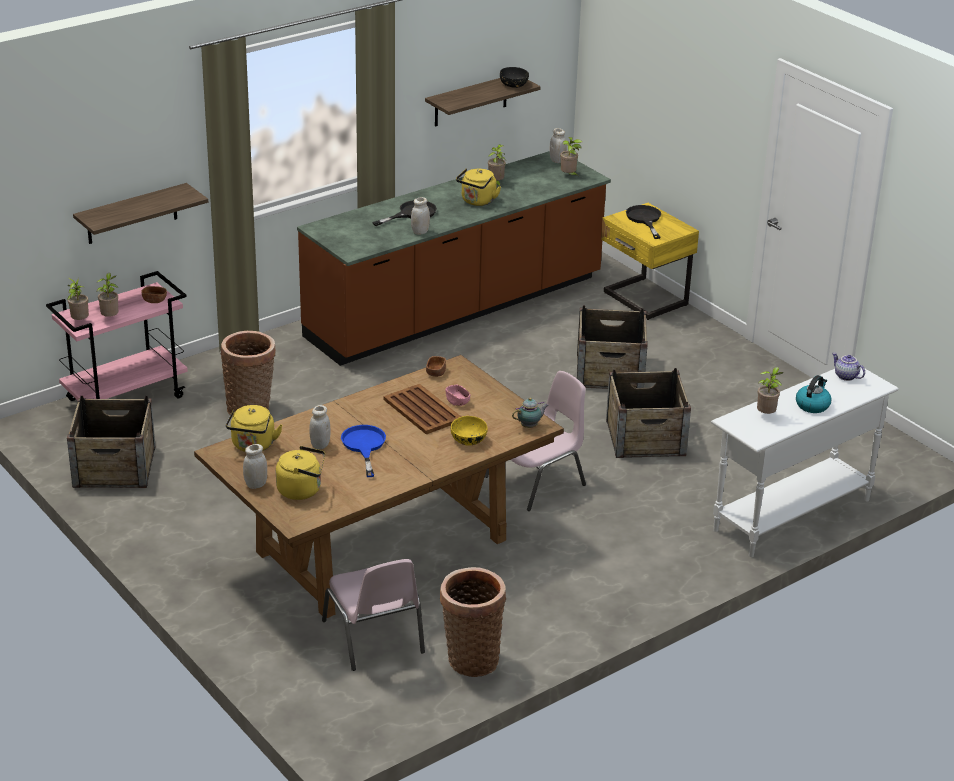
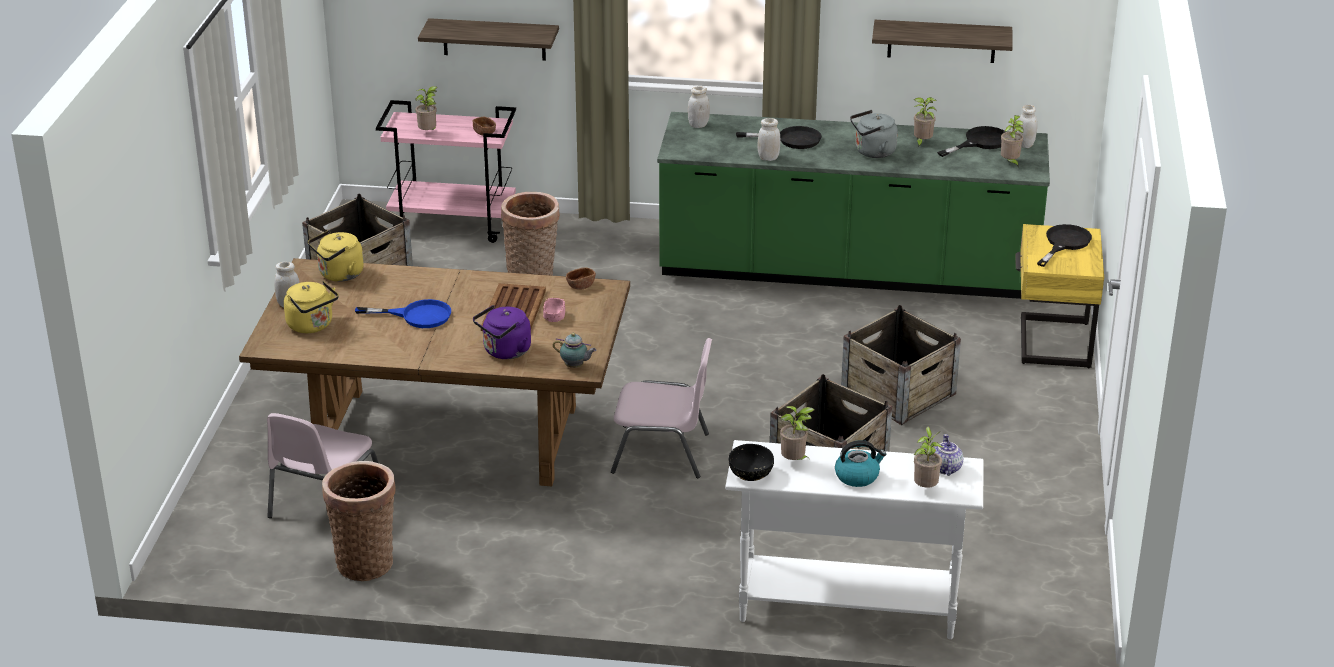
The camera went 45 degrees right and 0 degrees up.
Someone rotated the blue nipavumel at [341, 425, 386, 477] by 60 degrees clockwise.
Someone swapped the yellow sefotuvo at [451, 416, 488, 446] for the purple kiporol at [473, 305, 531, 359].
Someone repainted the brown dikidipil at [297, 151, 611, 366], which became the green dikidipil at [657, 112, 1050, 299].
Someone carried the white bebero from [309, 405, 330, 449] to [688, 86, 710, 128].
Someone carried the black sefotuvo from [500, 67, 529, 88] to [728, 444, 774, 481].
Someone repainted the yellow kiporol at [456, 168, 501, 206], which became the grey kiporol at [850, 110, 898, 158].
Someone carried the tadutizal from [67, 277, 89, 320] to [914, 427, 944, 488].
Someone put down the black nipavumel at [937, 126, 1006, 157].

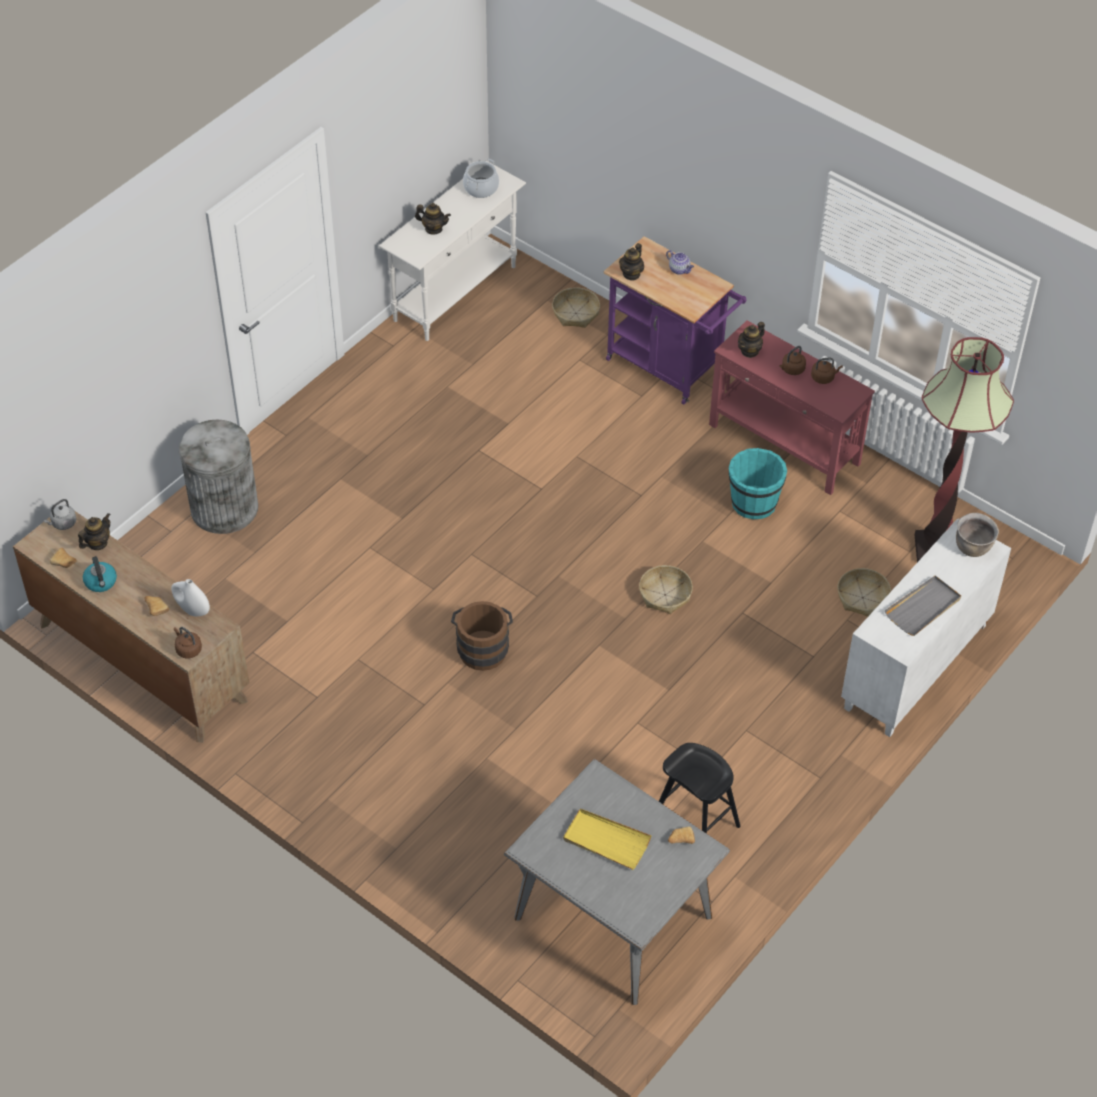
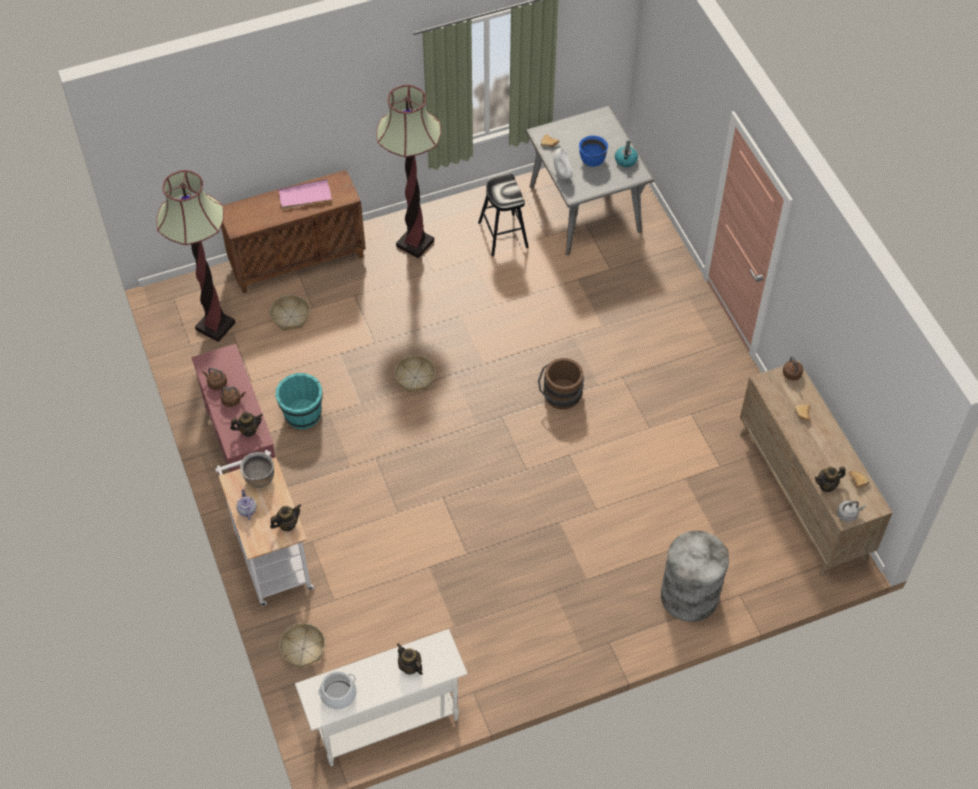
The camera went 150 degrees left and 5 degrees up.
Someone repainted the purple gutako at [604, 236, 746, 404], which became the white gutako at [215, 450, 314, 606].
Someone repainted the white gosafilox at [841, 518, 1011, 737], which became the brown gosafilox at [221, 170, 366, 294].
Someone carried the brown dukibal from [956, 513, 999, 557] to [240, 452, 274, 488].
Someone repainted the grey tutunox at [885, 576, 961, 636], which became the pink tutunox at [278, 178, 332, 209].
Someone put down the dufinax at [376, 85, 441, 258].
Someone carried the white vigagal from [171, 579, 210, 617] to [554, 148, 573, 179].
Someone swapped the yellow tutunox at [563, 809, 651, 870] for the blue dukibal at [579, 135, 608, 167].
Someone carried the kiporol from [83, 556, 117, 592] to [615, 140, 638, 167].

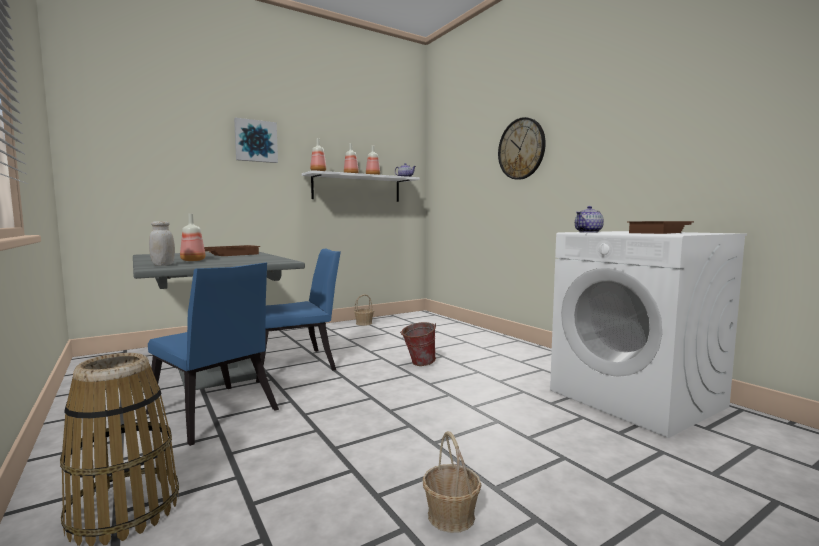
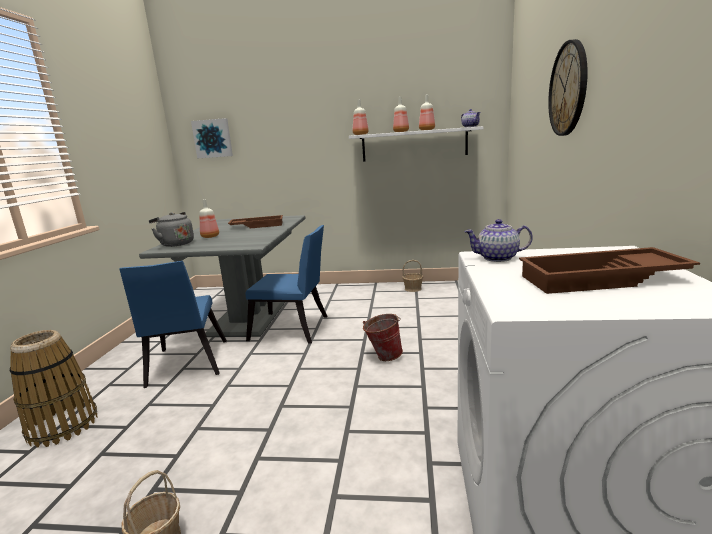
The camera went 40 degrees right and 10 degrees up.
Someone swapped the white bebero at [149, 221, 175, 266] for the grey kiporol at [149, 212, 194, 247].
Someone carried the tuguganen from [234, 118, 278, 163] to [191, 118, 233, 158].

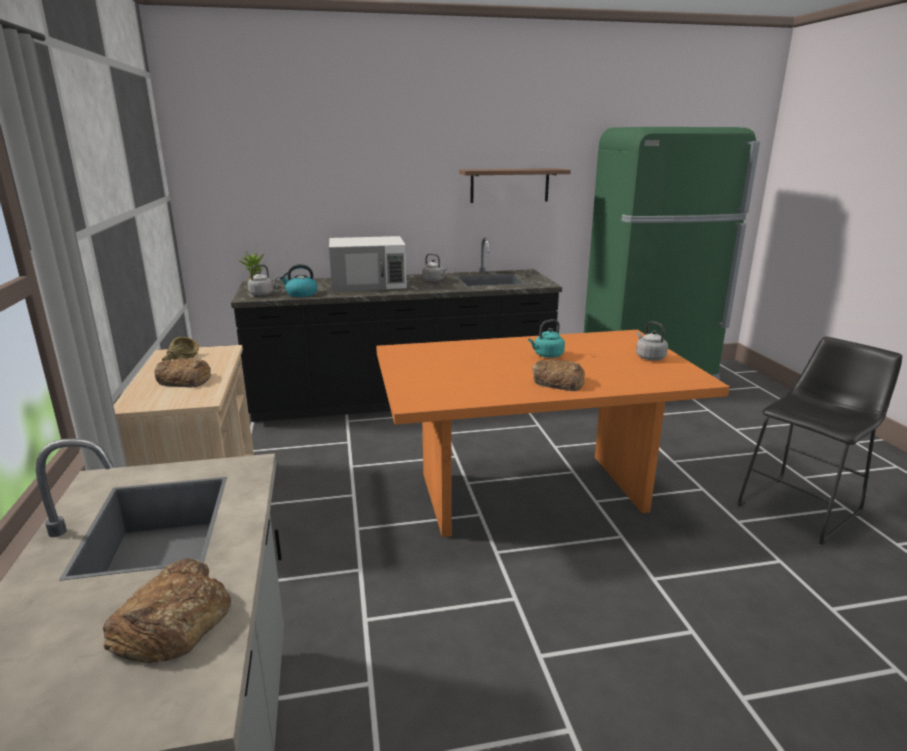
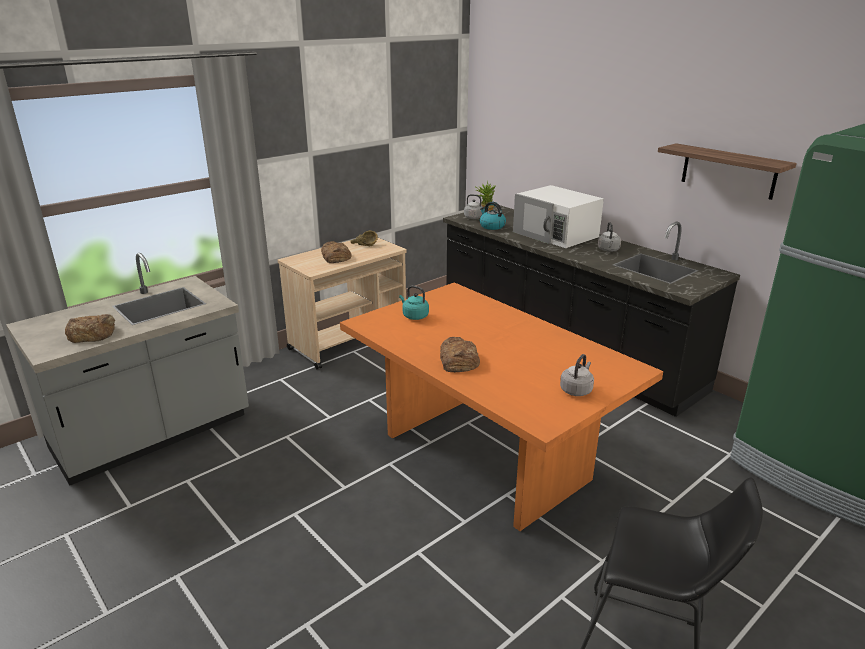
The camera went 60 degrees right and 5 degrees up.
Someone carried the turquoise kiporol from [528, 319, 565, 358] to [399, 286, 429, 320].

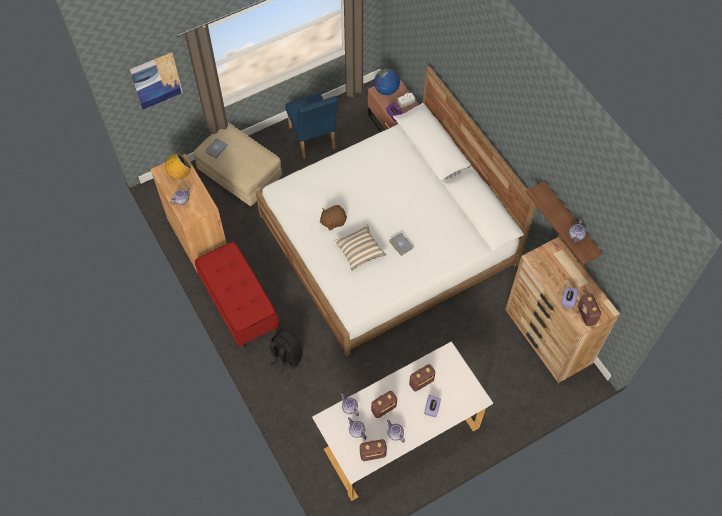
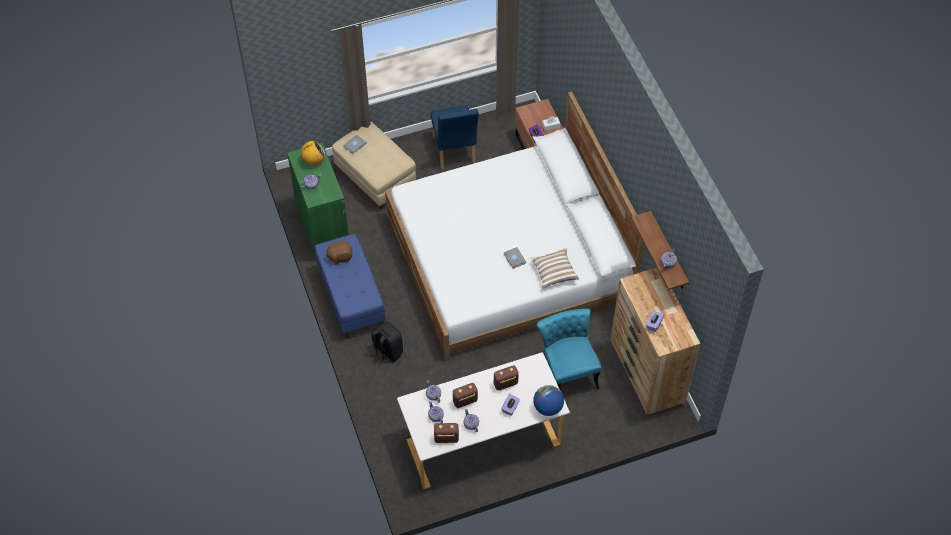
The camera went 10 degrees right and 5 degrees down.
Someone repainted the brown gosafilox at [151, 154, 227, 273], which became the green gosafilox at [287, 143, 349, 262].
Someone repainted the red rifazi at [195, 241, 279, 349], which became the blue rifazi at [315, 234, 386, 339].
Someone carried the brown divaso from [320, 205, 347, 230] to [325, 241, 353, 265].
Someone carried the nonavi from [334, 225, 386, 271] to [531, 248, 579, 289].
Someone carried the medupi from [374, 69, 400, 95] to [533, 385, 564, 416].
Someone put down the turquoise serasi at [537, 308, 602, 389].
Someone took away the tuguganen at [130, 52, 183, 109].
Someone took away the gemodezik at [578, 294, 603, 326].

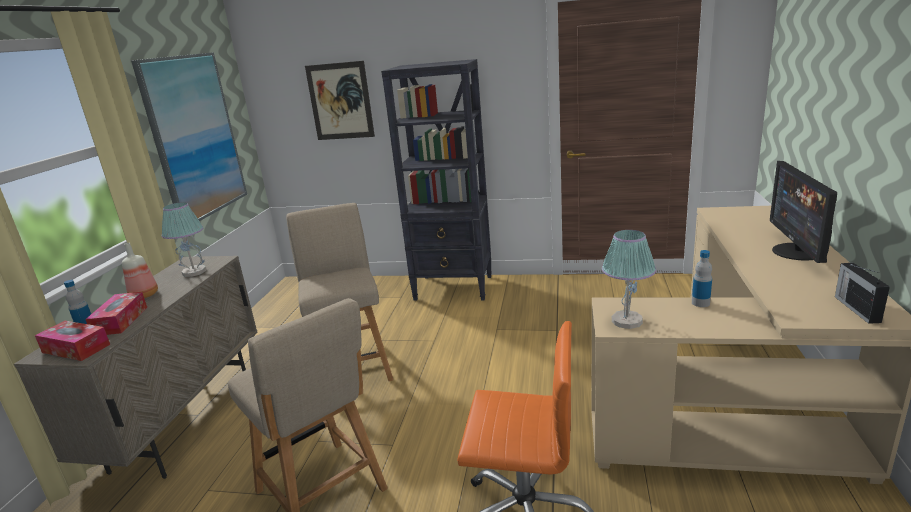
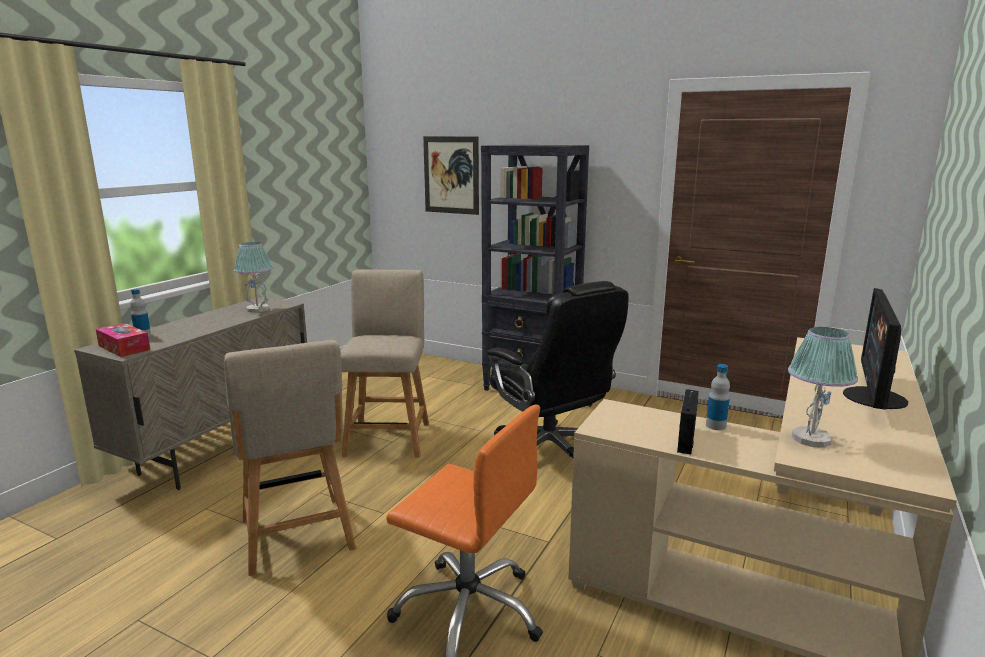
The camera went 15 degrees right and 5 degrees down.
Someone put down the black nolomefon at [487, 281, 629, 459].
Someone carried the gemodezik from [835, 263, 890, 324] to [677, 389, 699, 454].
Someone carried the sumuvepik from [602, 230, 656, 329] to [788, 327, 858, 448].
Someone took away the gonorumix at [85, 292, 147, 335].
Someone took away the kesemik at [122, 243, 158, 298].
Someone took away the tuguganen at [131, 52, 247, 221].

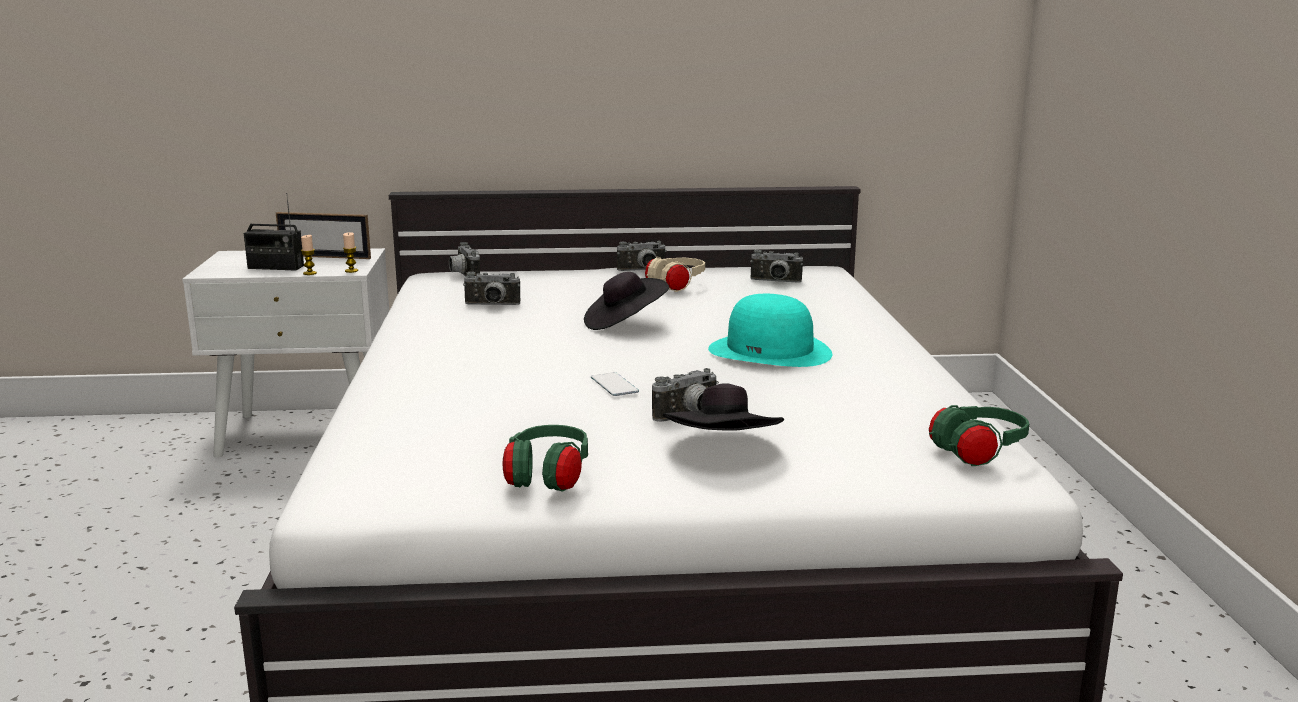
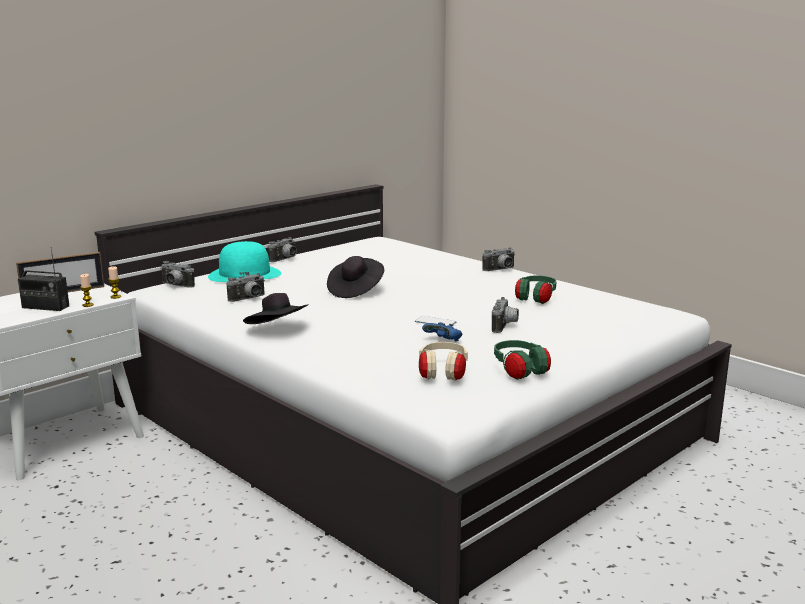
The camera went 40 degrees left and 0 degrees up.
Someone rotated the gemodezik at [244, 193, 304, 271] by 45 degrees clockwise.
Someone carried the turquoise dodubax from [708, 294, 832, 367] to [208, 241, 281, 282].
Someone carried the black dodubax from [663, 383, 784, 431] to [243, 293, 309, 324].
Someone carried the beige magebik from [645, 257, 705, 292] to [419, 342, 468, 381].
Someone put down the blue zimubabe at [422, 322, 463, 342].
Someone carried the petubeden from [750, 250, 803, 282] to [482, 247, 515, 271].
Someone carried the green magebik from [929, 405, 1029, 466] to [515, 276, 556, 304].

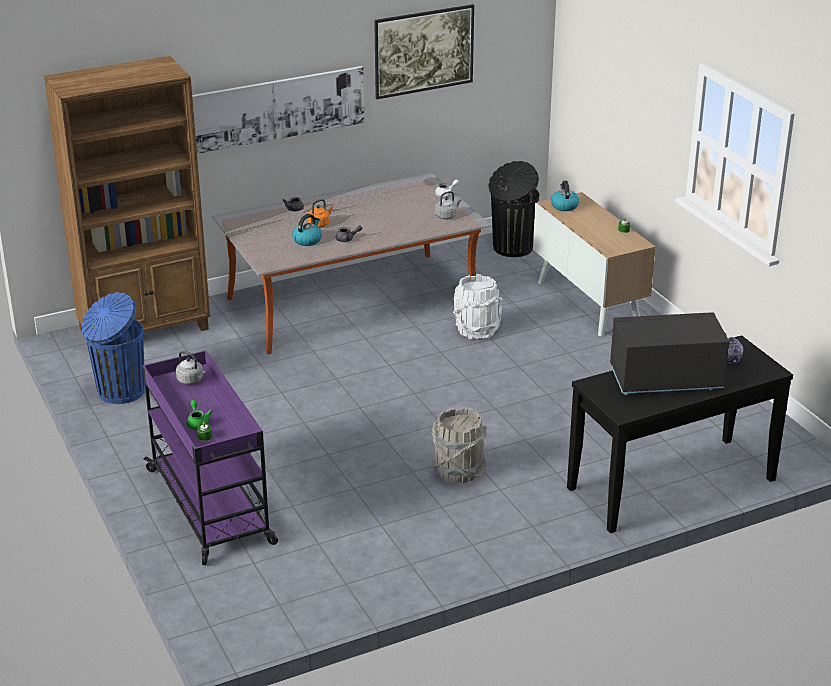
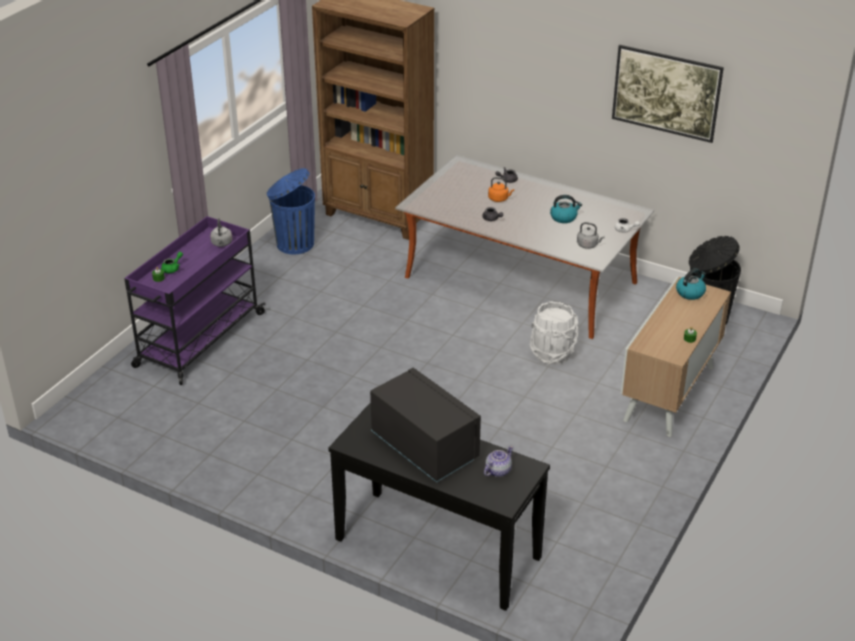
The camera went 55 degrees right and 5 degrees up.
Someone carried the kiporol from [292, 214, 322, 246] to [550, 195, 582, 223].
Someone took away the tuguganen at [192, 66, 364, 154].
Someone took away the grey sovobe at [431, 407, 487, 483].

